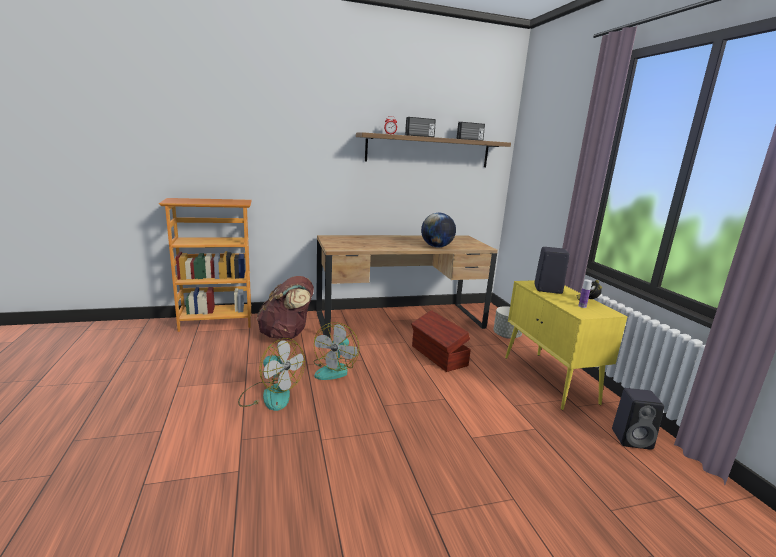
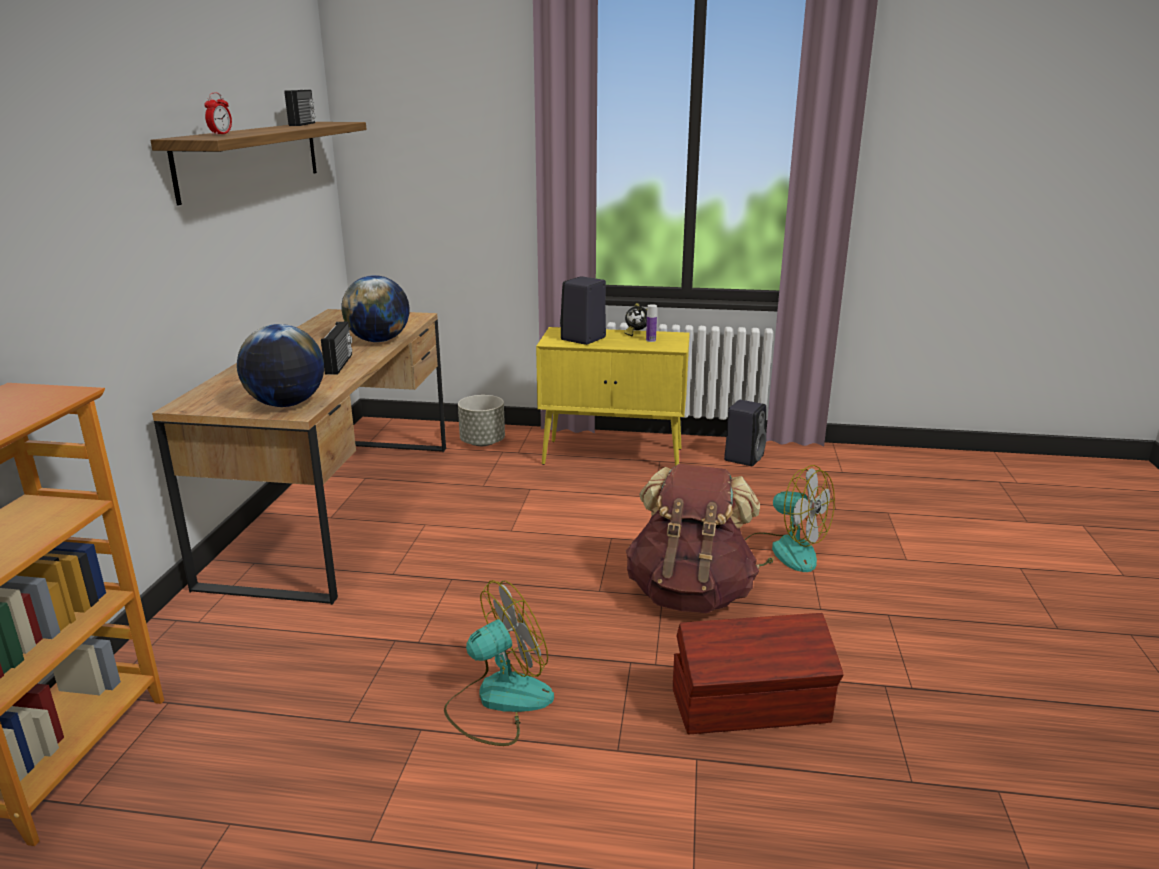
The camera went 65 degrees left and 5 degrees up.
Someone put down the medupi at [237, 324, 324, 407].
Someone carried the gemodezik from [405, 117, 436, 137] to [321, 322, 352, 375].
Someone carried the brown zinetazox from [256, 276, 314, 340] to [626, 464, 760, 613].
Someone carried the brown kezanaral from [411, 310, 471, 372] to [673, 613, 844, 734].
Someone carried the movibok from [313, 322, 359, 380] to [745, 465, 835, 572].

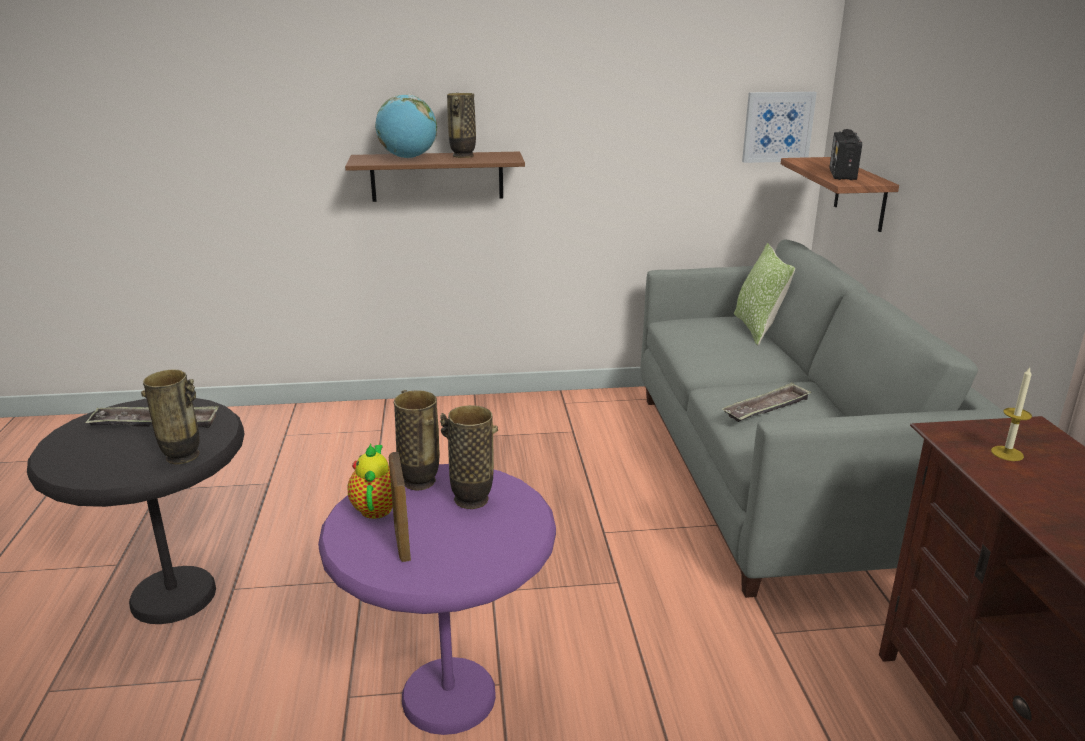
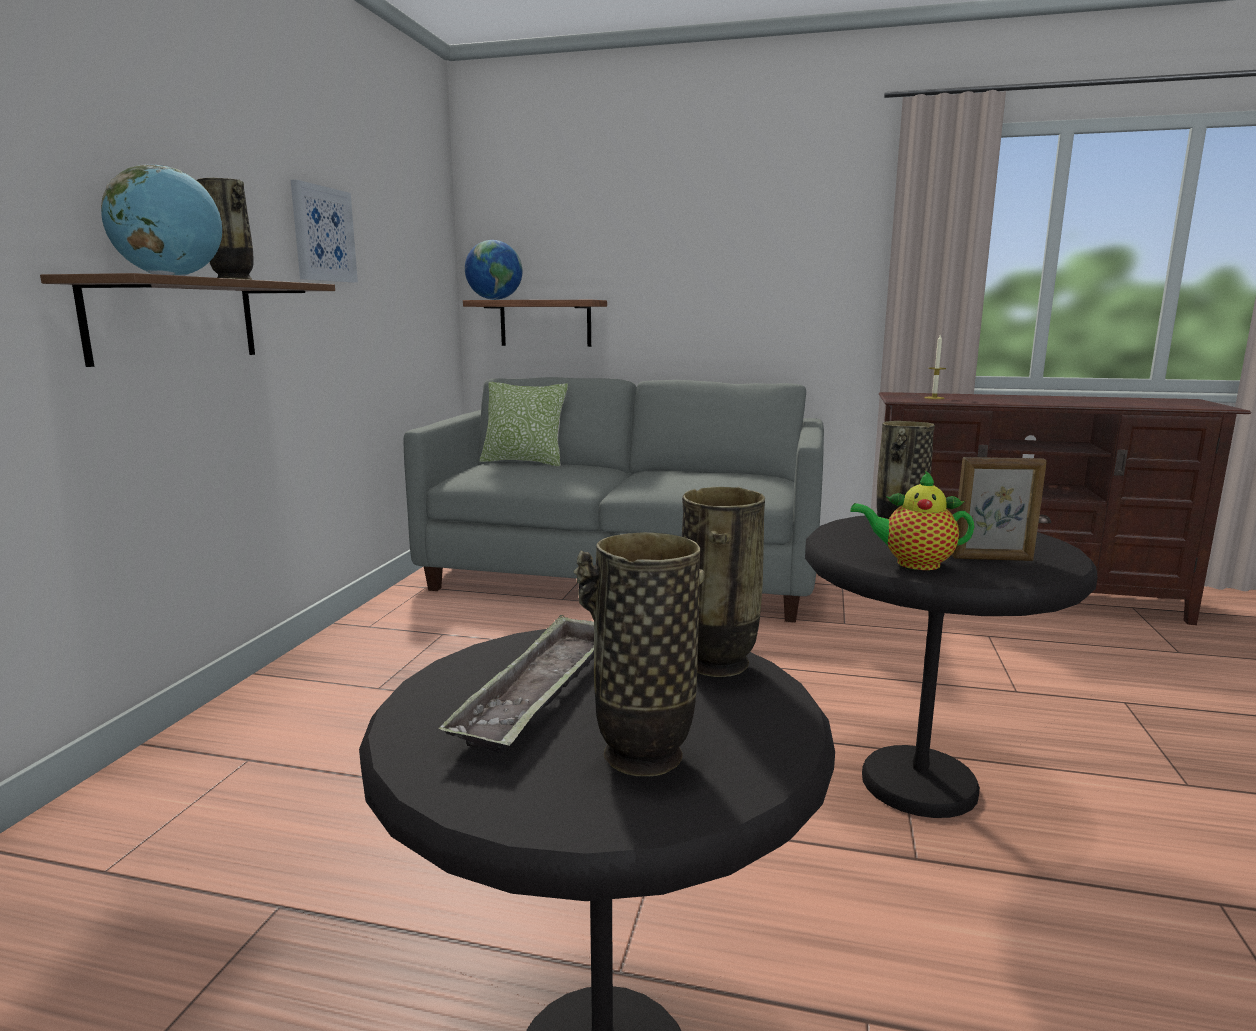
The camera went 70 degrees left and 10 degrees down.
Someone carried the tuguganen from [742, 92, 817, 163] to [290, 180, 358, 282].
Someone put down the medupi at [465, 240, 522, 300].
Someone carried the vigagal from [394, 390, 440, 491] to [574, 532, 705, 776].
Someone repainted the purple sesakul at [318, 464, 556, 735], which became the black sesakul at [805, 514, 1098, 818].
Someone took away the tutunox at [722, 382, 812, 422].
Someone took away the gemodezik at [829, 129, 862, 180].

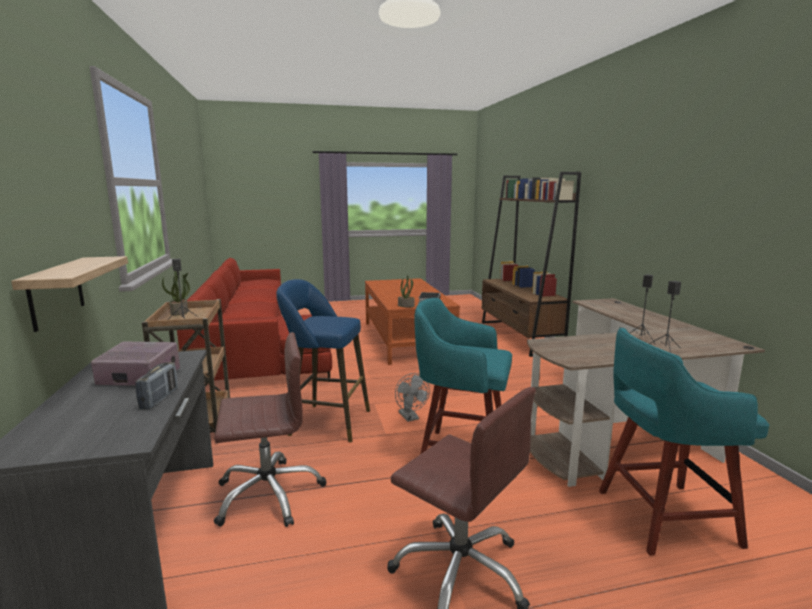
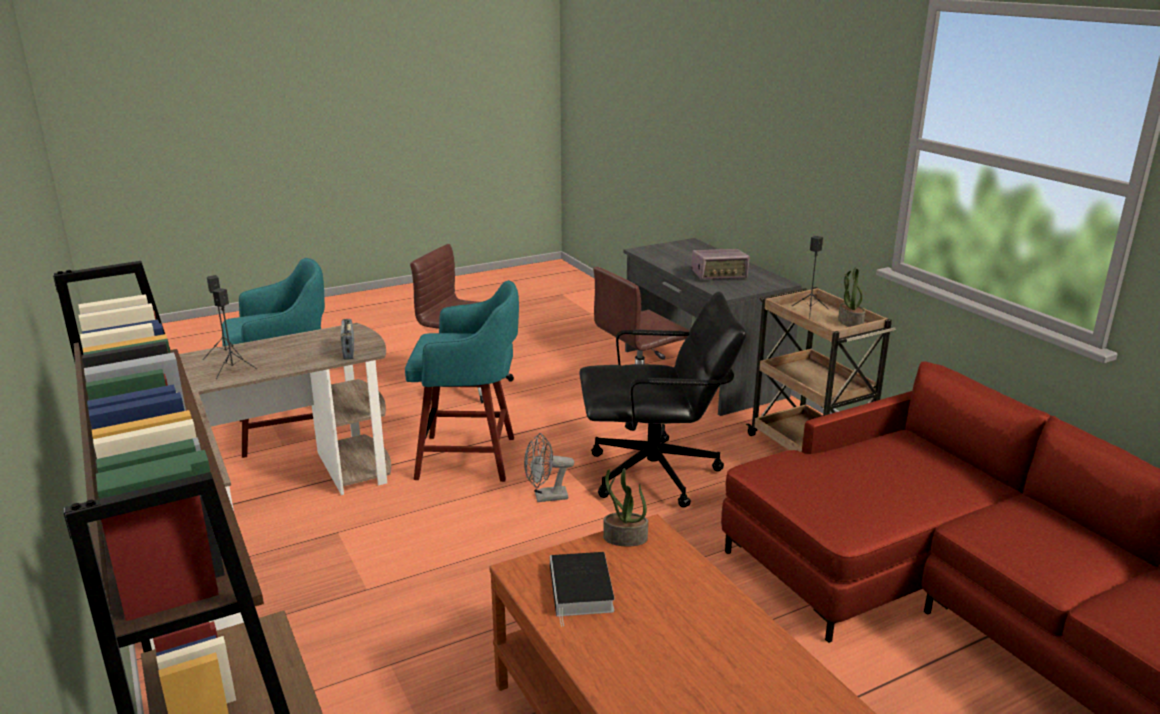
The camera went 165 degrees right and 10 degrees up.
Someone carried the gemodezik from [135, 362, 178, 410] to [341, 319, 354, 359].
Someone rotated the grey movibok at [395, 373, 430, 422] by 60 degrees counterclockwise.
Someone swapped the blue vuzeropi at [276, 279, 370, 442] for the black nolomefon at [579, 291, 746, 508].
Someone took away the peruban at [11, 256, 128, 332].

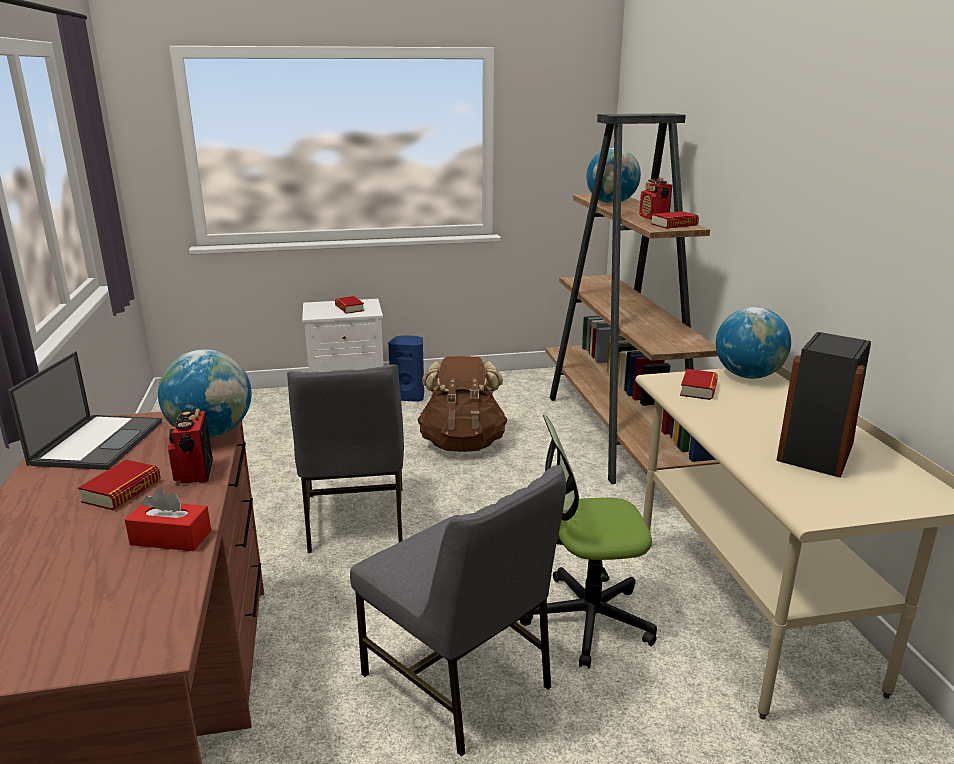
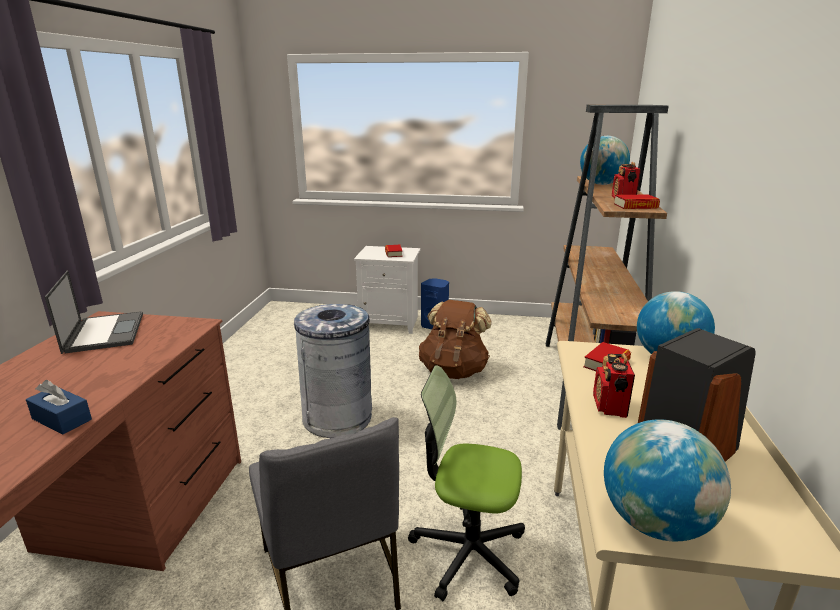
The camera went 20 degrees right and 0 degrees up.
Someone repainted the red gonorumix at [125, 488, 211, 551], which became the blue gonorumix at [26, 380, 92, 434].
Someone rotated the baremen at [8, 351, 162, 470] by 45 degrees counterclockwise.
Someone swapped the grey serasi at [287, 365, 404, 553] for the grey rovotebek at [294, 304, 372, 438].
Someone carried the gemodezik from [168, 408, 213, 483] to [593, 353, 635, 418].
Someone carried the medupi from [158, 349, 252, 438] to [604, 419, 731, 541].
Someone took away the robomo at [78, 460, 161, 510].

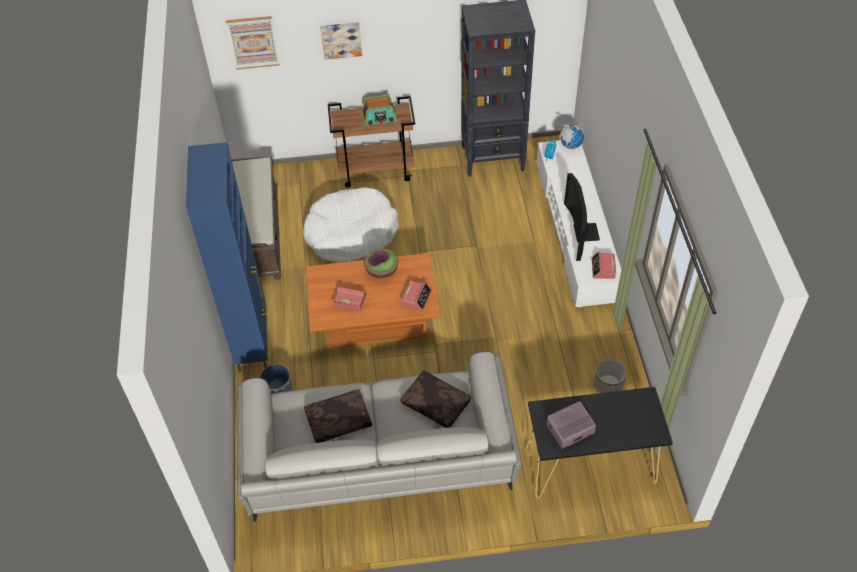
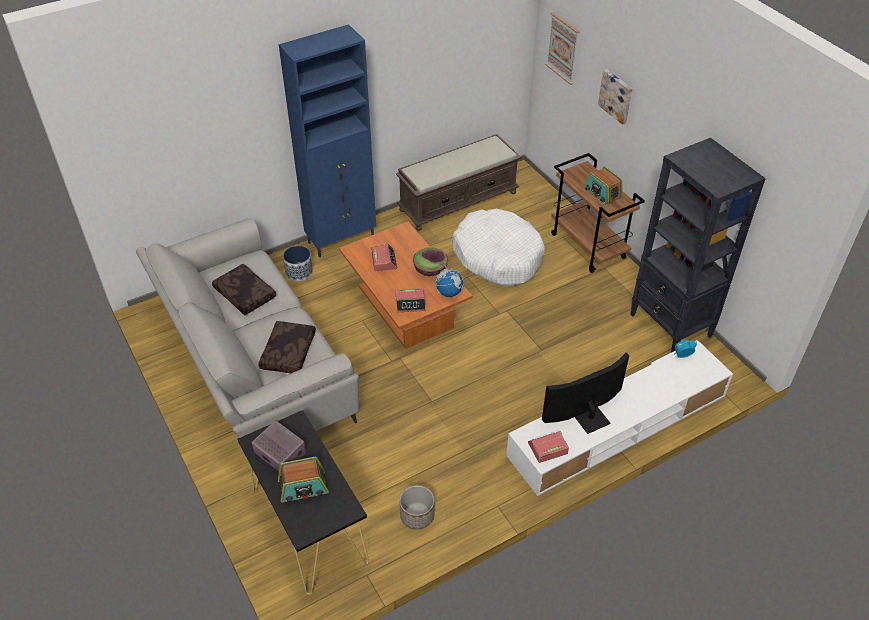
The camera went 65 degrees right and 5 degrees down.
Someone put down the gemodezik at [278, 457, 329, 503].
Someone carried the medupi from [559, 124, 584, 149] to [434, 261, 464, 297].

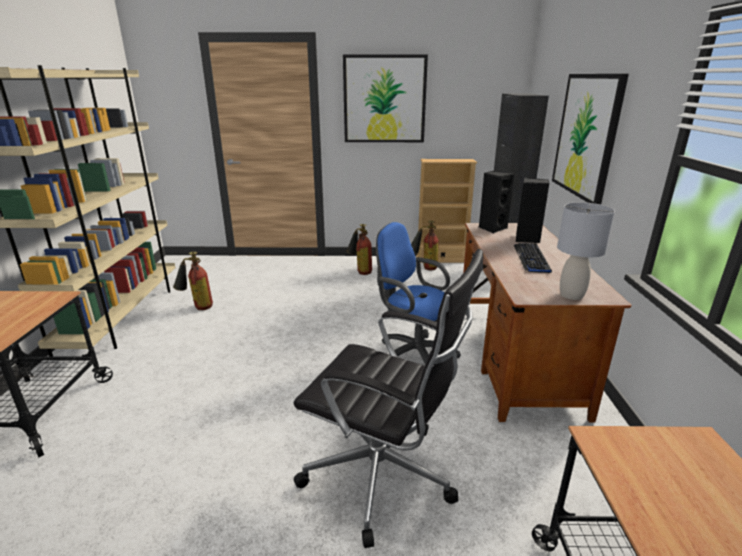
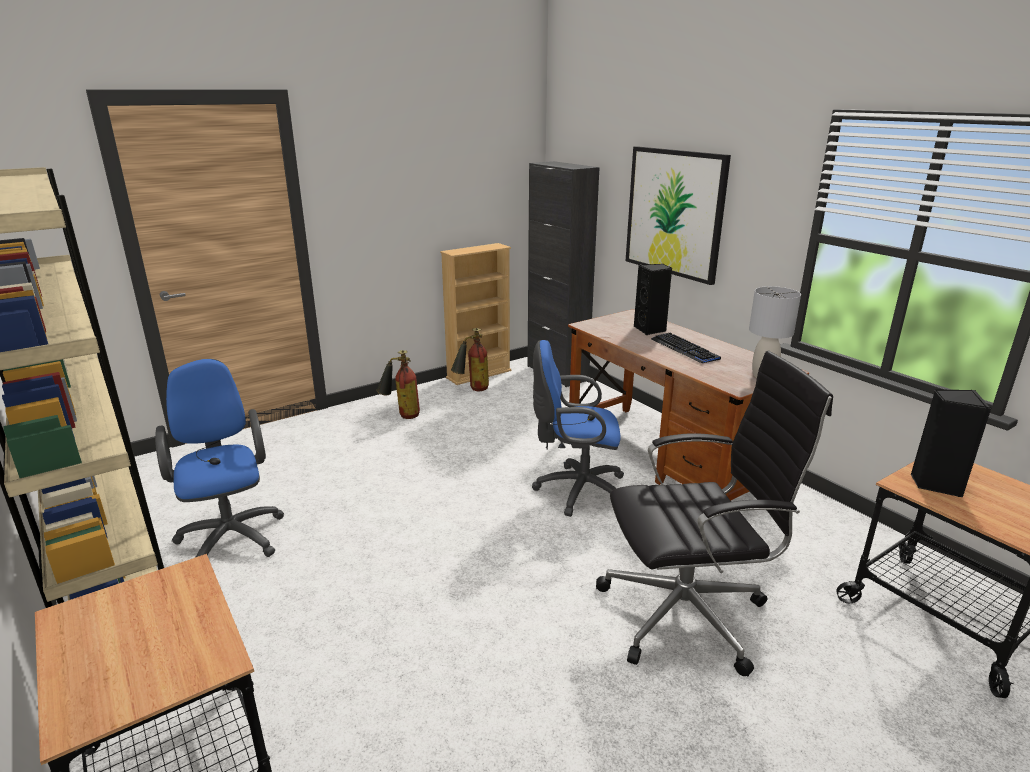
The camera went 35 degrees left and 0 degrees up.
Someone swapped the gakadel at [173, 252, 213, 310] for the blue nolomefon at [155, 359, 284, 557].
Someone carried the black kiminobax from [479, 171, 515, 233] to [911, 389, 992, 497].
Someone took away the tuguganen at [343, 54, 428, 142].

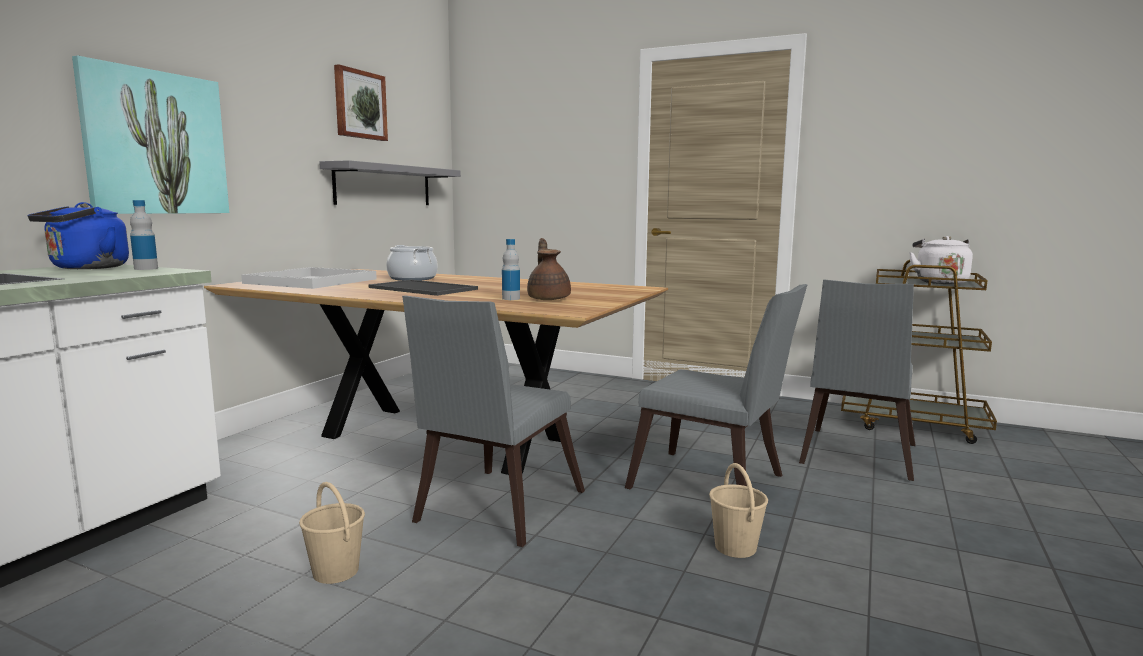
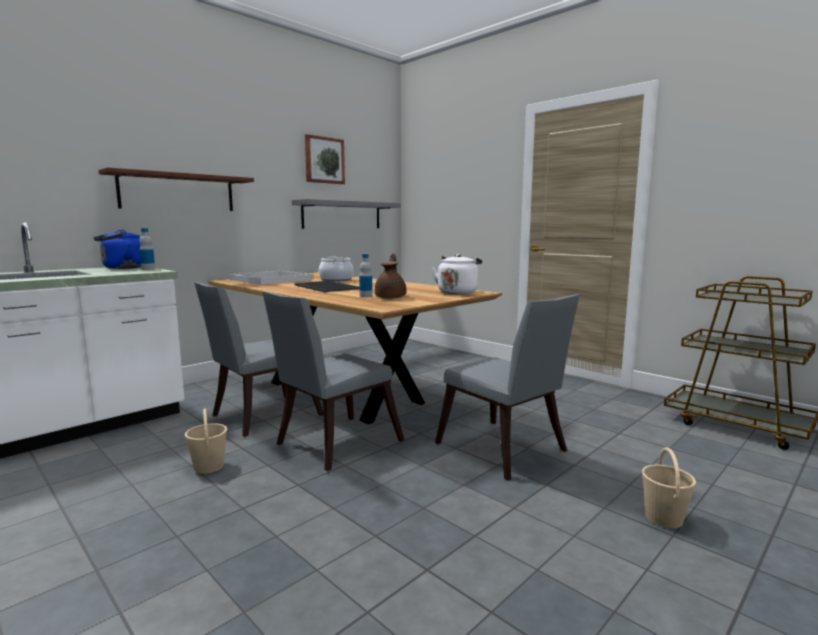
The camera went 20 degrees right and 0 degrees up.
Someone swapped the tuguganen at [72, 55, 229, 214] for the peruban at [99, 167, 254, 211].
Someone carried the grey serasi from [799, 280, 915, 481] to [194, 282, 324, 437].
Someone carried the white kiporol from [909, 236, 973, 284] to [431, 254, 482, 294].
Someone carried the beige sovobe from [709, 463, 768, 558] to [642, 447, 696, 528].

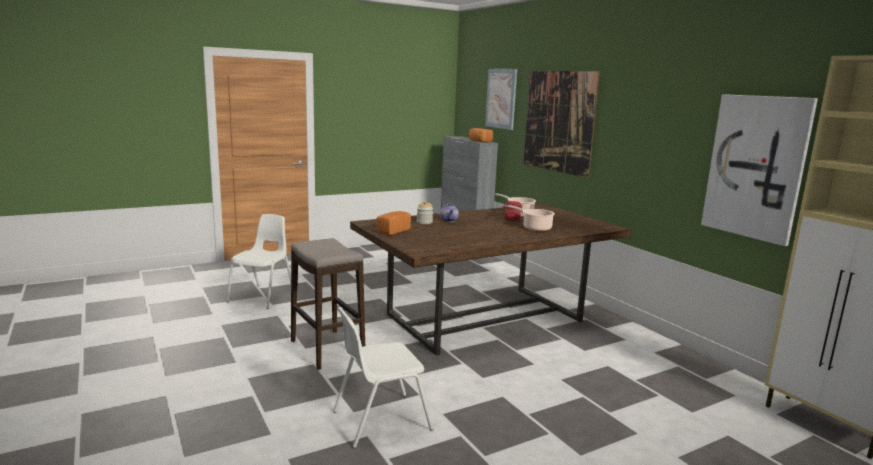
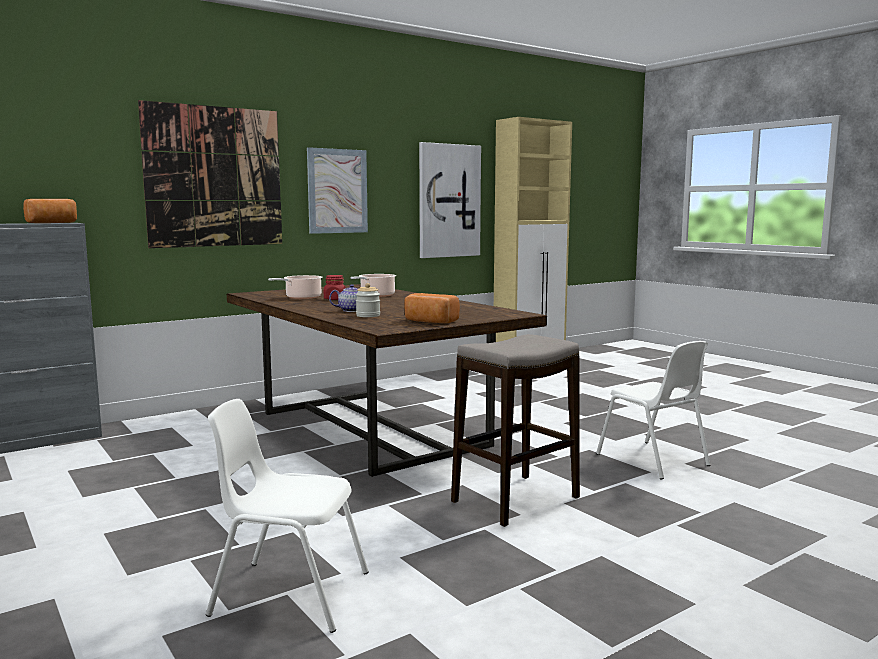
The camera went 95 degrees left and 5 degrees down.
Someone carried the tuguganen from [485, 69, 517, 130] to [307, 147, 368, 234].

